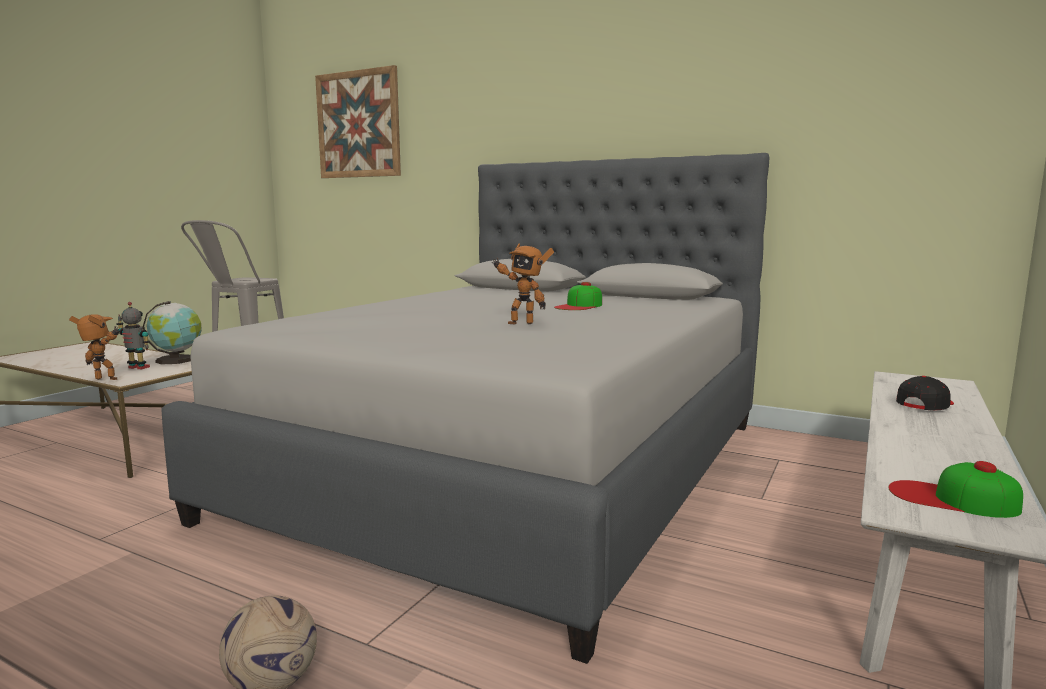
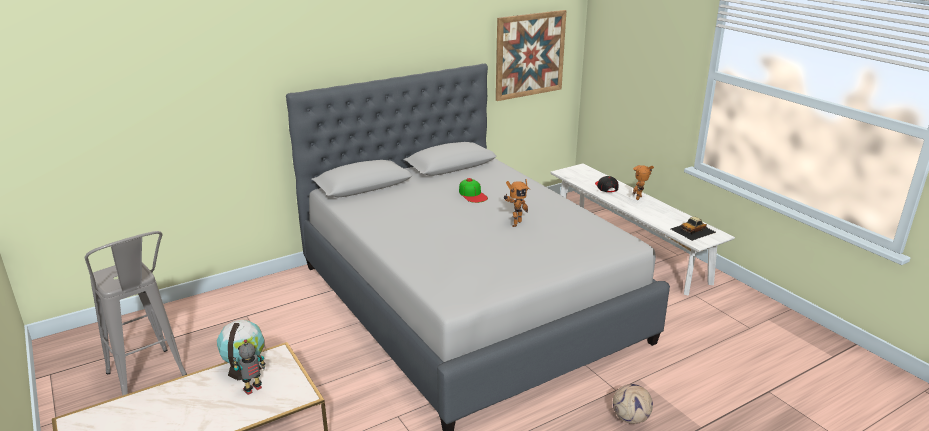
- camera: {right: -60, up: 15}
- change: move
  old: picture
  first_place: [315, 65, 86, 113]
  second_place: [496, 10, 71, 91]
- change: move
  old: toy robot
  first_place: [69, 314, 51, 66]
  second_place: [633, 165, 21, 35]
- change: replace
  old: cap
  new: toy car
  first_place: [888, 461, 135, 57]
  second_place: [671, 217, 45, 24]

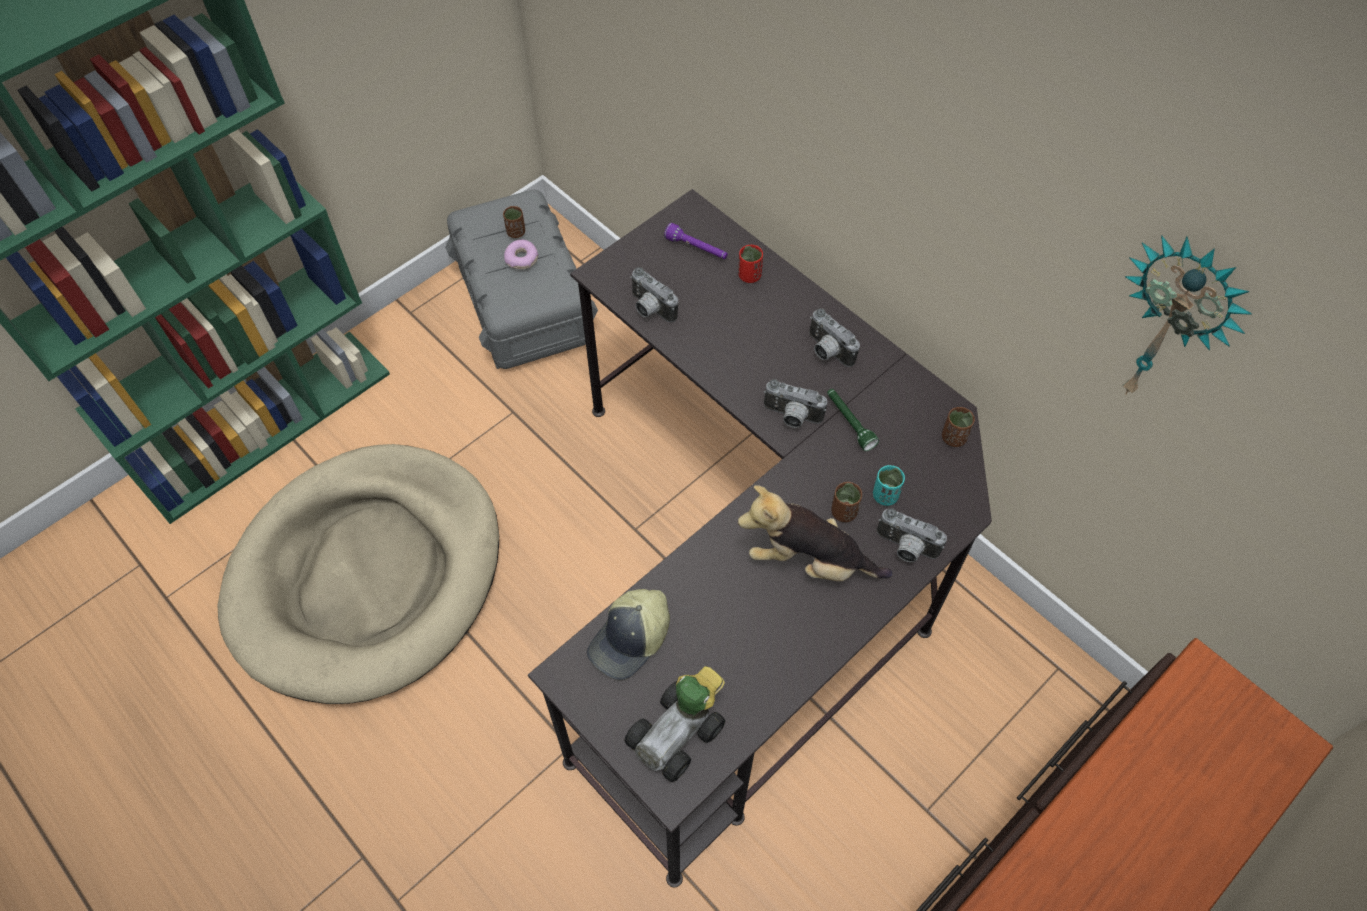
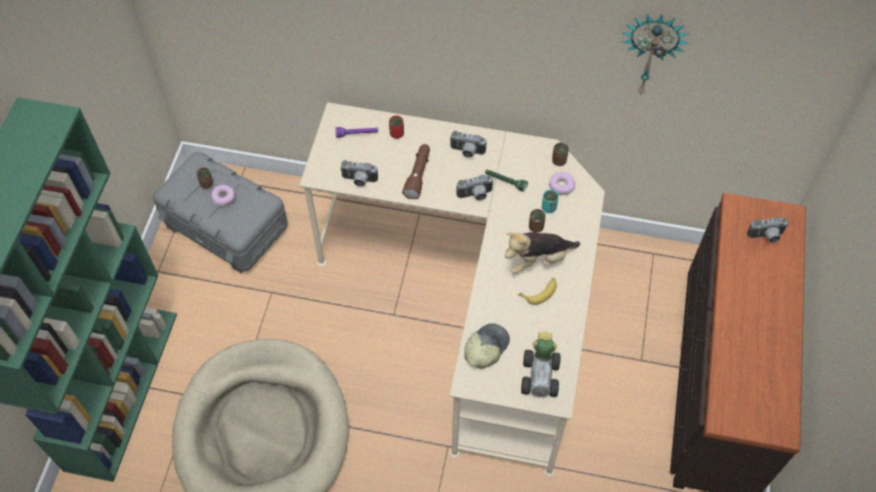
- camera: {right: -35, up: 0}
- change: recolor
  old: black desk
  new: beige desk
  first_place: [528, 189, 464, 698]
  second_place: [299, 102, 306, 375]
- change: move
  old: photo camera
  first_place: [877, 508, 70, 54]
  second_place: [747, 217, 41, 26]
- change: rotate
  old: cap
  first_place: [587, 589, 83, 91]
  second_place: [464, 323, 46, 46]
  degrees: -150
- change: insert
  new: brown flashlight
  second_place: [402, 144, 28, 55]
- change: insert
  new: donut
  second_place: [549, 172, 26, 23]
- change: insert
  new: banana
  second_place: [519, 278, 38, 27]

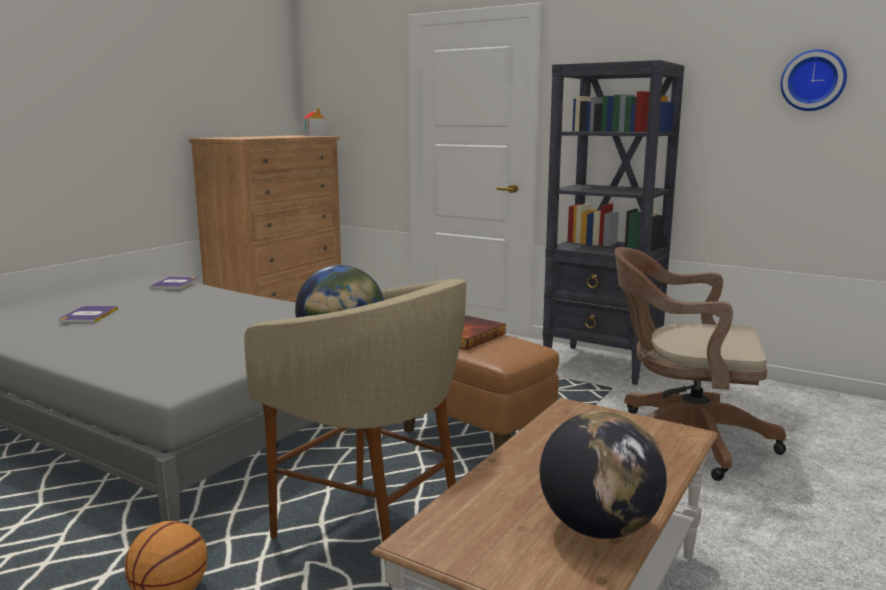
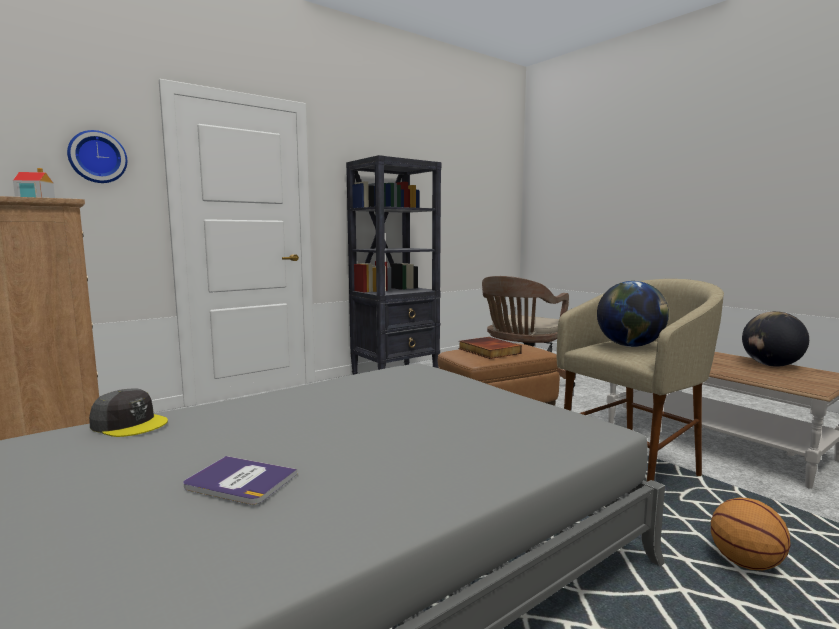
- camera: {right: -70, up: -5}
- change: move
  old: wall clock
  first_place: [781, 49, 66, 62]
  second_place: [67, 130, 60, 53]
- change: replace
  old: book
  new: grey cap
  first_place: [149, 276, 48, 13]
  second_place: [89, 388, 79, 49]

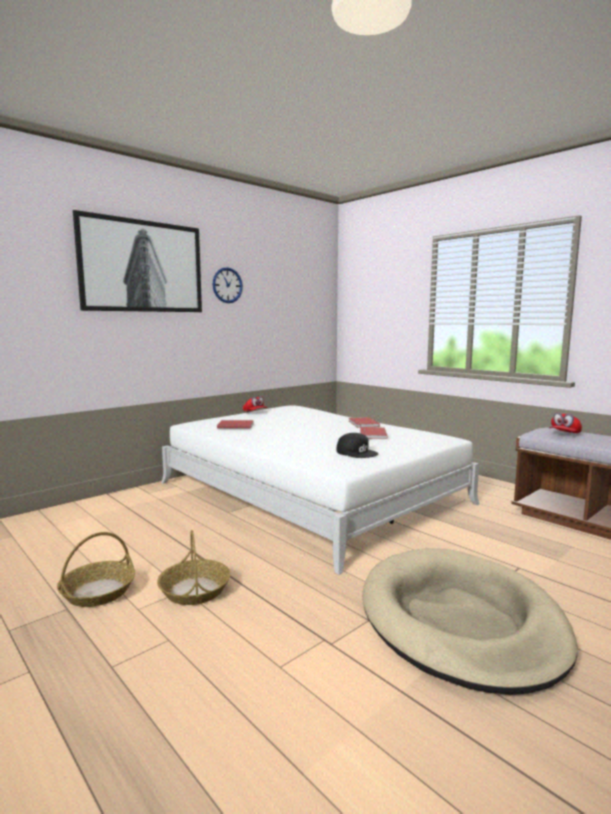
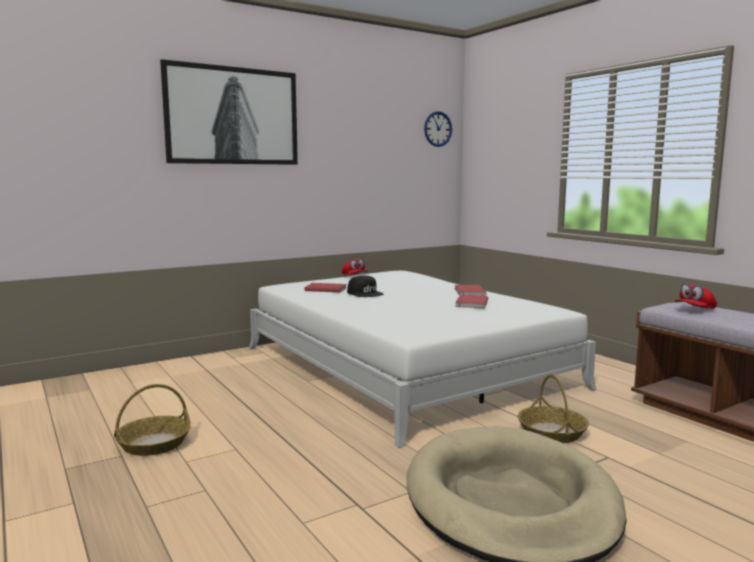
- camera: {right: 10, up: 0}
- change: move
  old: wall clock
  first_place: [212, 267, 31, 36]
  second_place: [424, 111, 28, 36]
- change: move
  old: black cap
  first_place: [336, 433, 43, 25]
  second_place: [347, 275, 36, 22]
- change: move
  old: basket
  first_place: [157, 530, 74, 75]
  second_place: [517, 374, 72, 69]

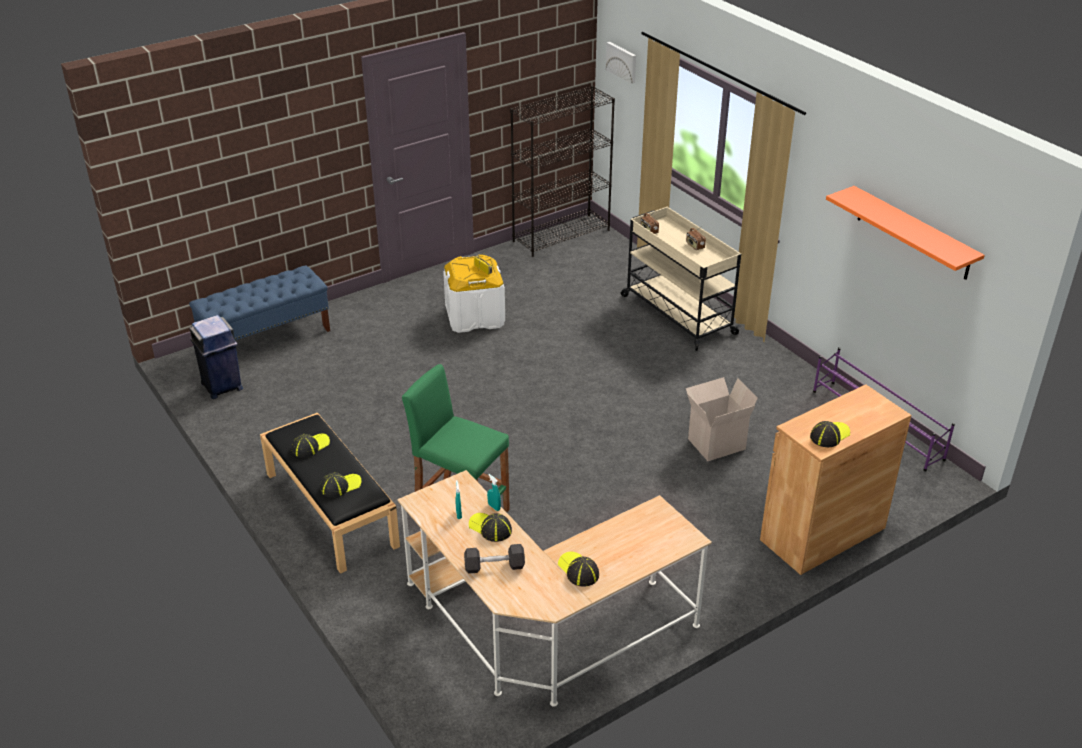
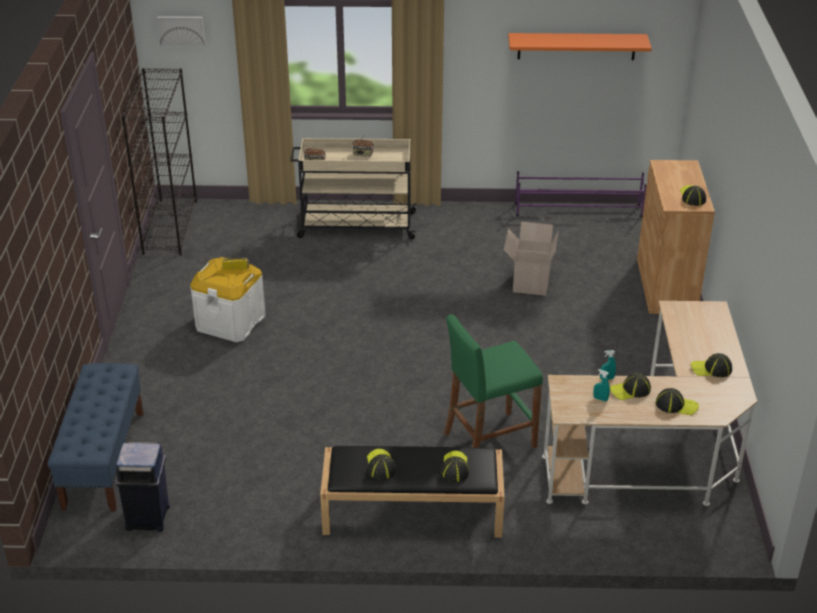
- camera: {right: -55, up: 0}
- change: replace
  old: grey dumbbell
  new: cap
  first_place: [464, 544, 61, 30]
  second_place: [656, 388, 43, 27]

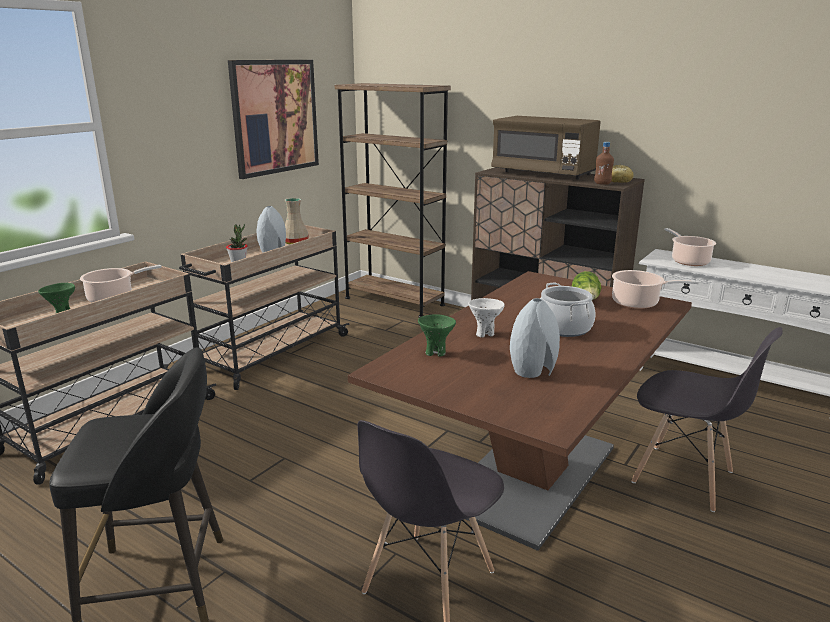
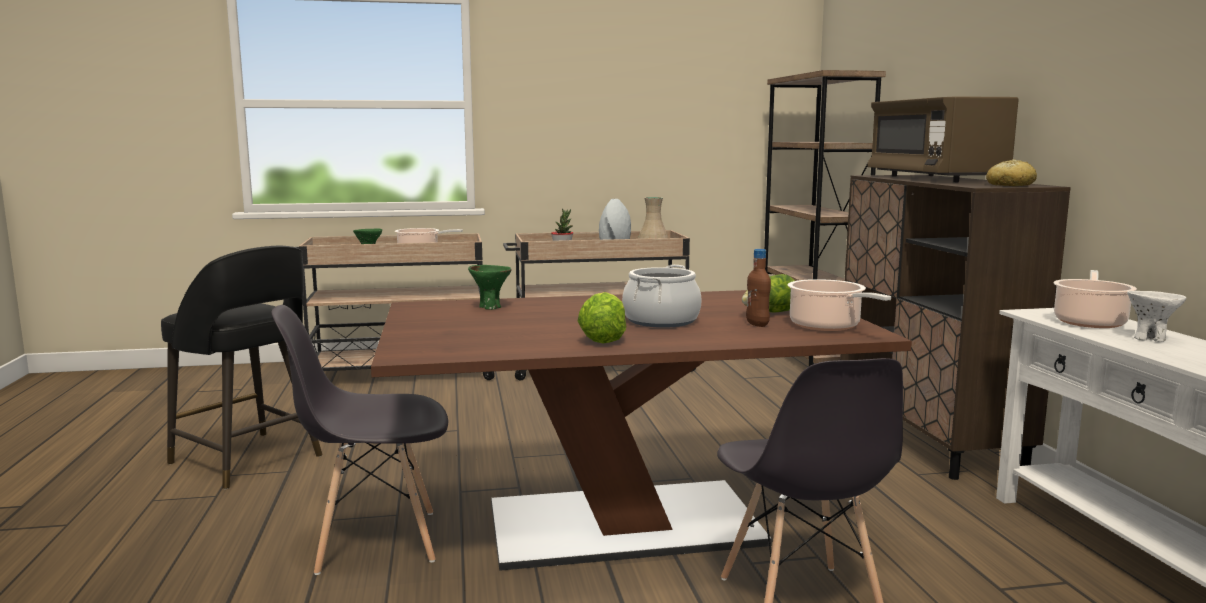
- camera: {right: 45, up: -10}
- change: delete
  old: picture
  first_place: [228, 60, 91, 119]
- change: move
  old: brown bottle
  first_place: [594, 142, 20, 43]
  second_place: [746, 249, 25, 78]
- change: move
  old: white bowl
  first_place: [468, 298, 36, 39]
  second_place: [1127, 291, 59, 51]
- change: delete
  old: grey vase
  first_place: [510, 298, 50, 80]
- change: insert
  new: lettuce
  second_place: [578, 292, 48, 51]

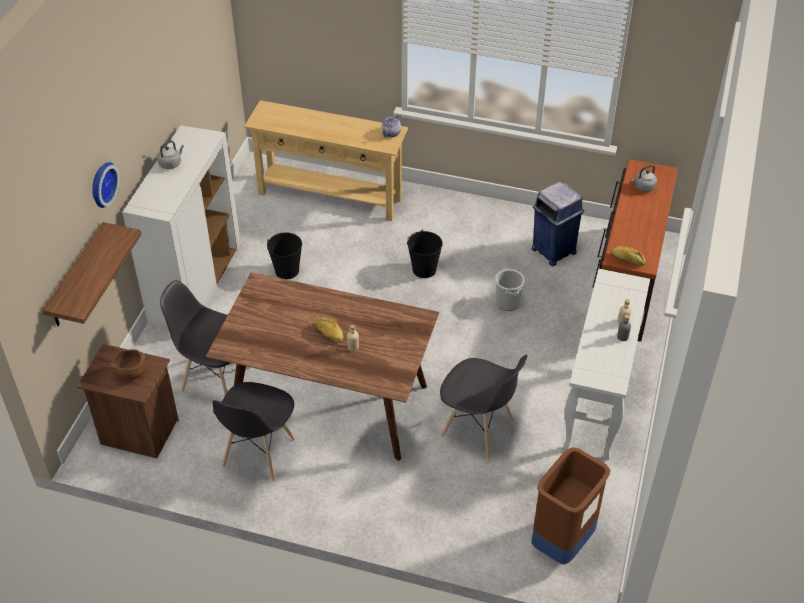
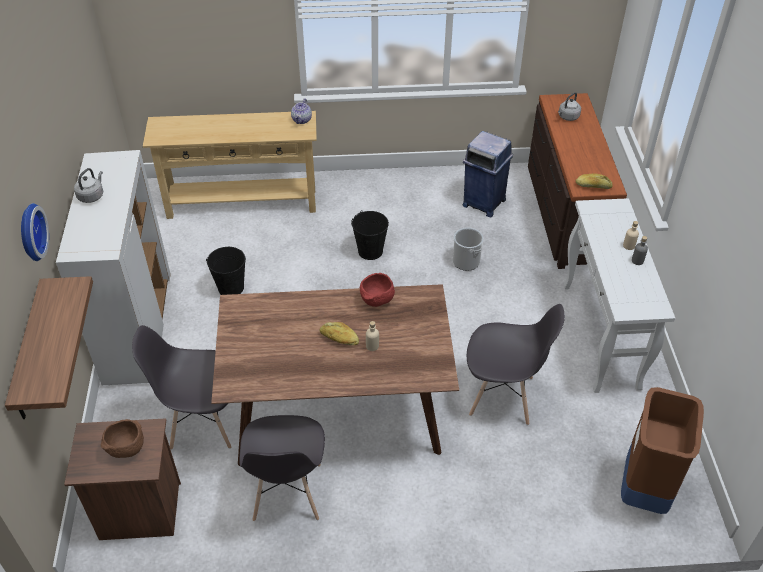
- camera: {right: -20, up: 0}
- change: insert
  new: red bowl
  second_place: [360, 273, 35, 34]

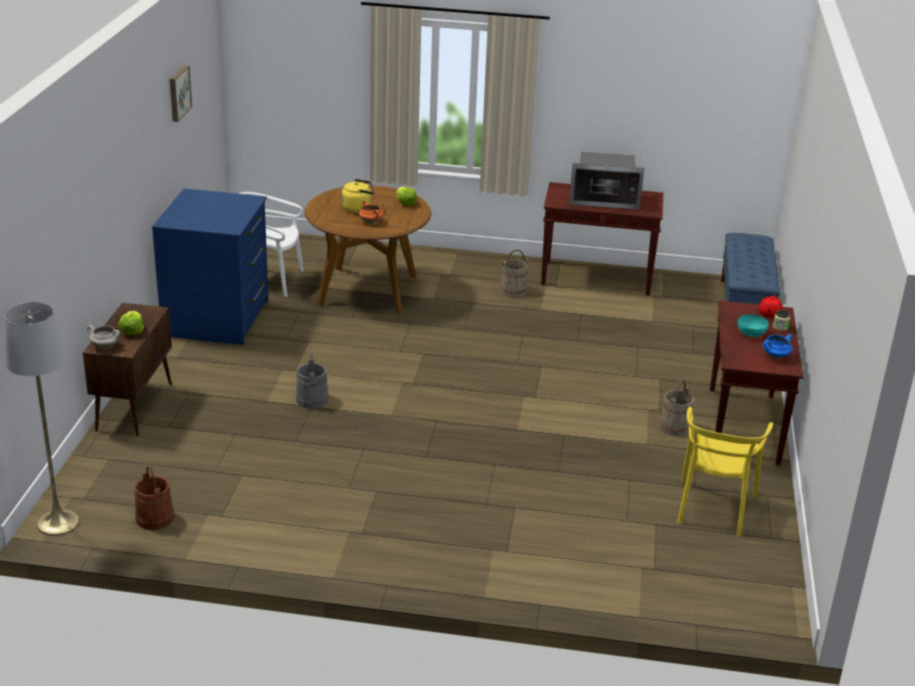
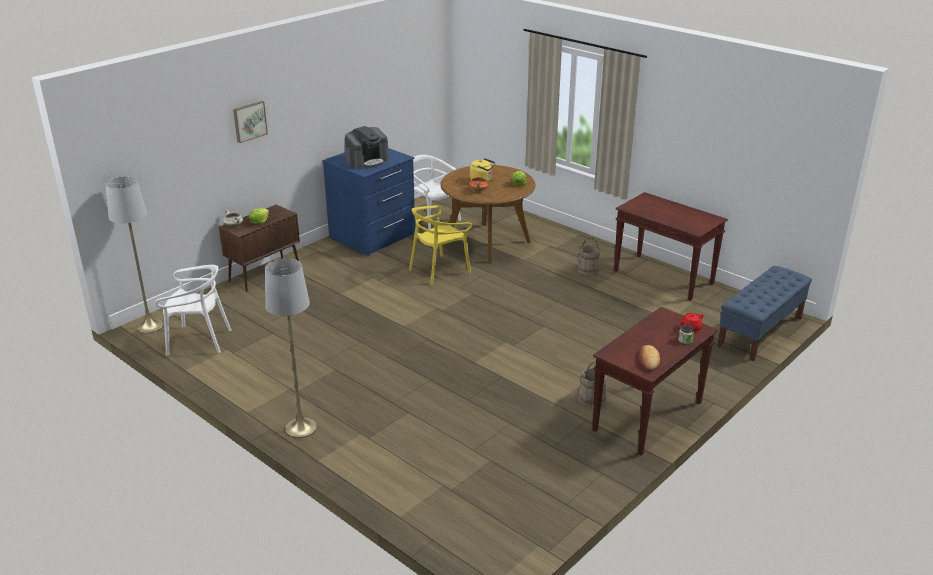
- camera: {right: 35, up: 0}
- change: move
  old: picture
  first_place: [170, 65, 22, 57]
  second_place: [233, 101, 35, 42]
- change: delete
  old: microwave
  first_place: [569, 152, 75, 58]
- change: delete
  old: turquoise bowl
  first_place: [738, 314, 31, 23]
- change: replace
  old: blue cooking pot
  new: bread
  first_place: [763, 334, 29, 25]
  second_place: [640, 345, 20, 25]
- change: delete
  old: grey bucket
  first_place: [296, 353, 33, 56]
- change: move
  old: yellow chair
  first_place: [677, 407, 96, 129]
  second_place: [409, 206, 63, 79]
- change: replace
  old: brown bucket
  new: white chair
  first_place: [135, 466, 39, 64]
  second_place: [155, 265, 76, 90]
- change: insert
  new: coffee machine
  second_place: [345, 126, 44, 43]
- change: insert
  new: grey floor lamp
  second_place: [265, 258, 52, 180]

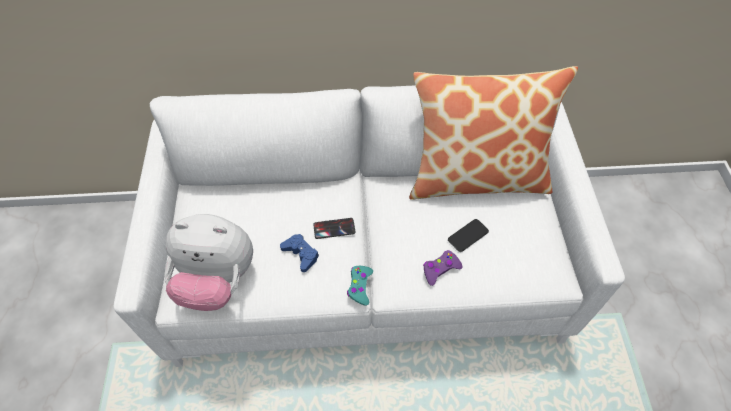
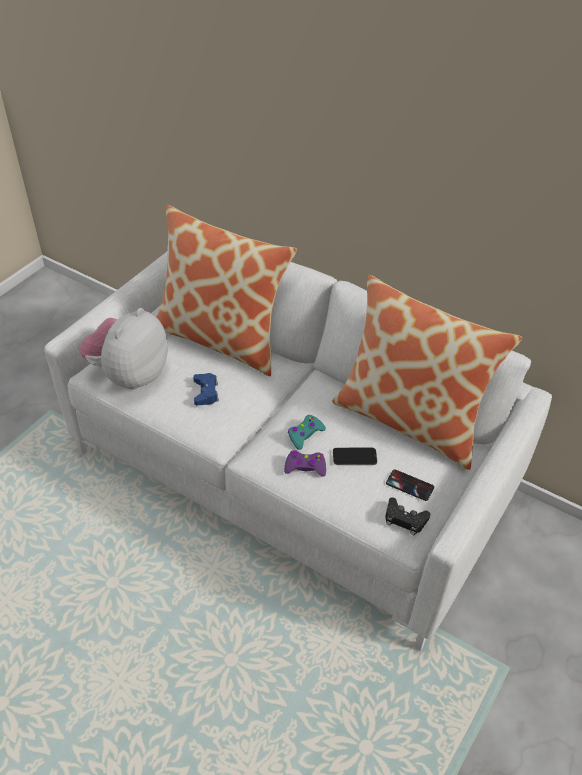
- camera: {right: 35, up: -10}
- change: rotate
  old: plush toy
  first_place: [164, 214, 89, 97]
  second_place: [80, 308, 88, 81]
  degrees: 75
- change: move
  old: phone
  first_place: [313, 218, 42, 21]
  second_place: [386, 469, 48, 32]
- change: move
  old: turquoise game controller
  first_place: [347, 266, 26, 40]
  second_place: [288, 415, 38, 35]
- change: insert
  new: pillow
  second_place: [156, 205, 141, 171]
- change: insert
  new: black game controller
  second_place: [385, 497, 45, 38]

